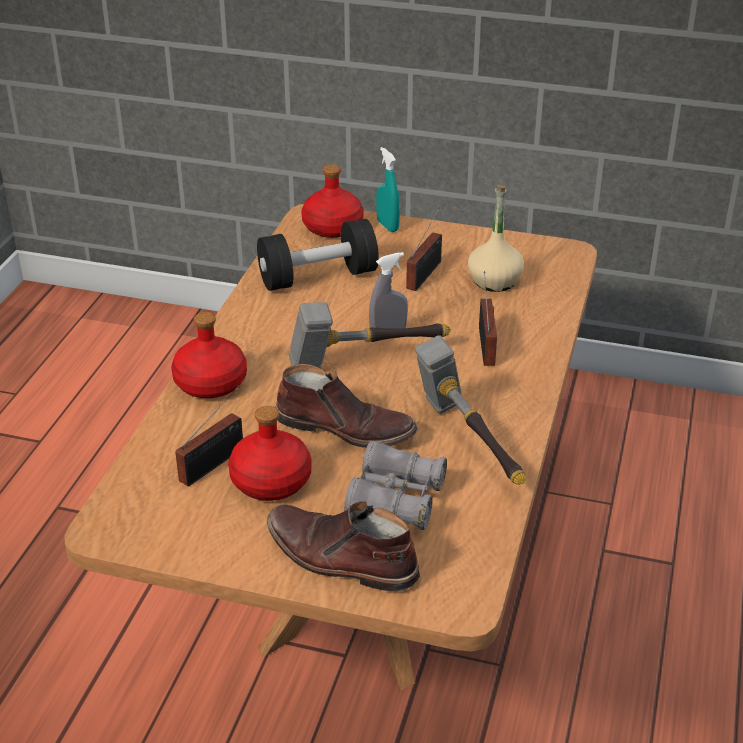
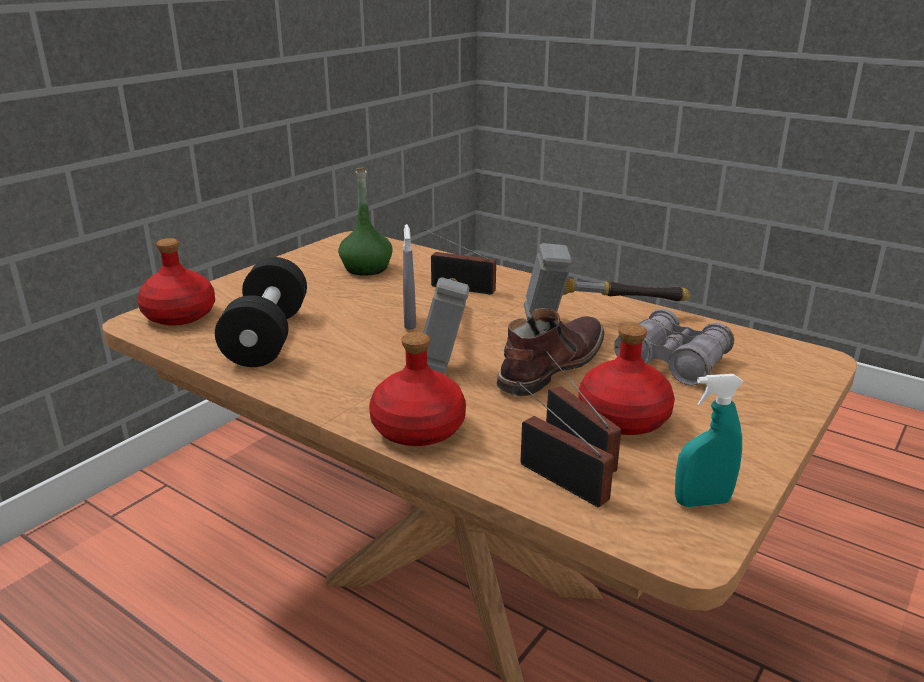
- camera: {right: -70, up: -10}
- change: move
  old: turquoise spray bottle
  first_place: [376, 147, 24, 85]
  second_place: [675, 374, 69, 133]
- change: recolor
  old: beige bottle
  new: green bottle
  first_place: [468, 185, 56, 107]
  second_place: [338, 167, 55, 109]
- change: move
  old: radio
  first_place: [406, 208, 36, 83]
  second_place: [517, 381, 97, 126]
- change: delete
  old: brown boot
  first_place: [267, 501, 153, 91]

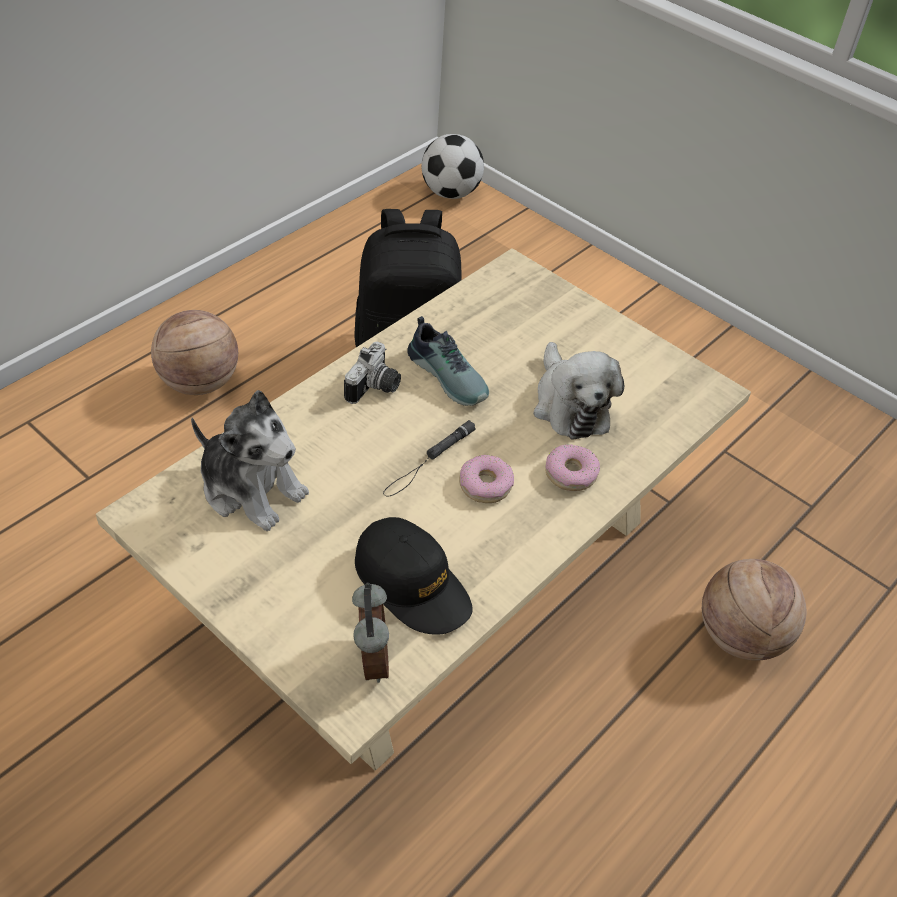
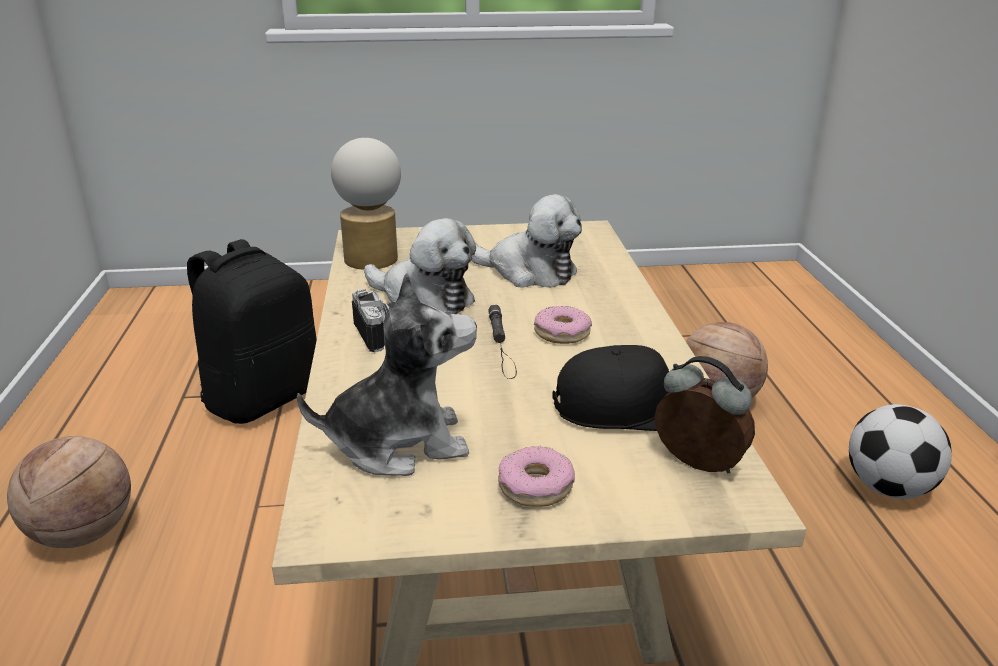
- camera: {right: -45, up: -20}
- change: move
  old: football
  first_place: [421, 134, 63, 65]
  second_place: [849, 404, 103, 95]
- change: replace
  old: shoe
  new: plush toy
  first_place: [407, 316, 82, 90]
  second_place: [364, 218, 112, 96]
- change: move
  old: donut
  first_place: [545, 444, 55, 47]
  second_place: [498, 446, 77, 61]
- change: insert
  new: table lamp
  second_place: [331, 138, 70, 132]

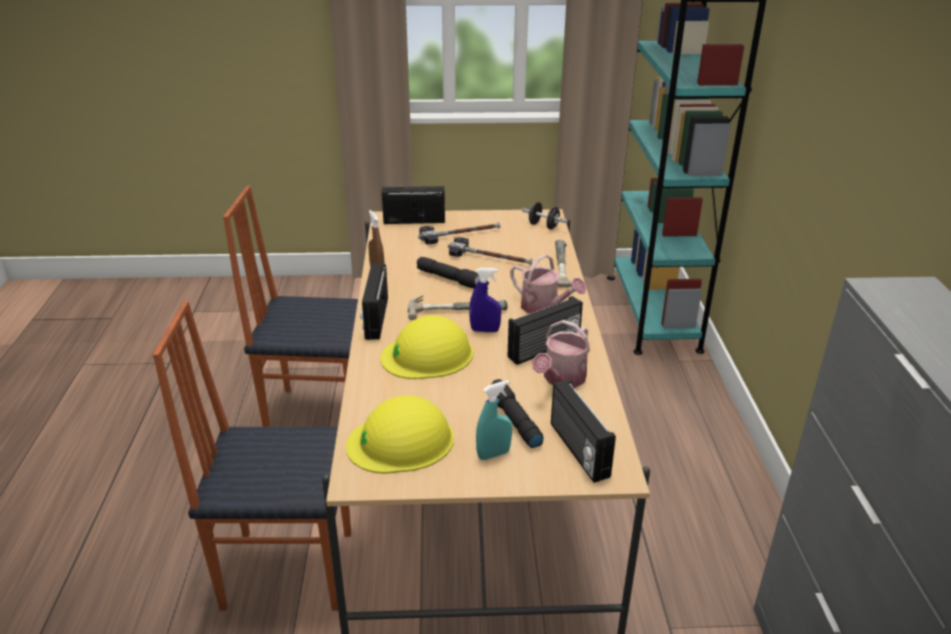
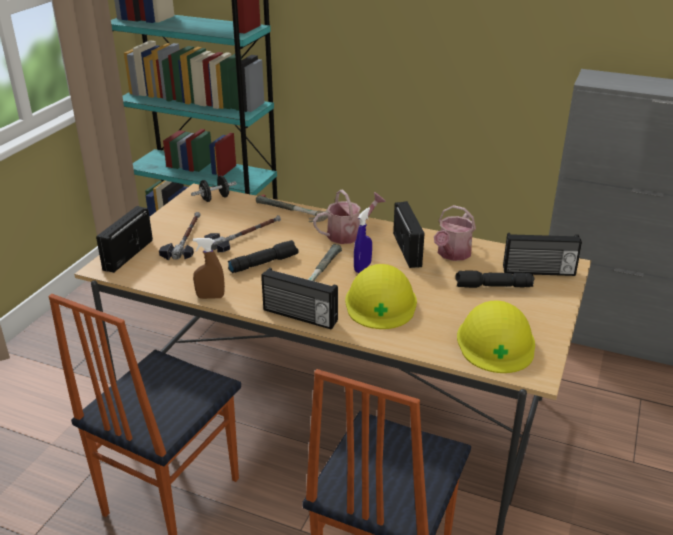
- camera: {right: -65, up: 0}
- change: rotate
  old: watering can
  first_place: [533, 320, 57, 68]
  second_place: [434, 205, 42, 56]
  degrees: 60
- change: delete
  old: turquoise spray bottle
  first_place: [476, 380, 36, 80]

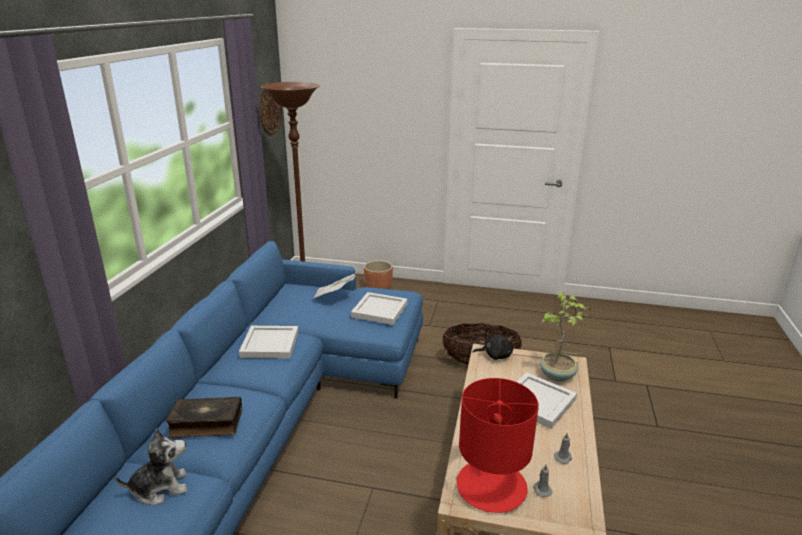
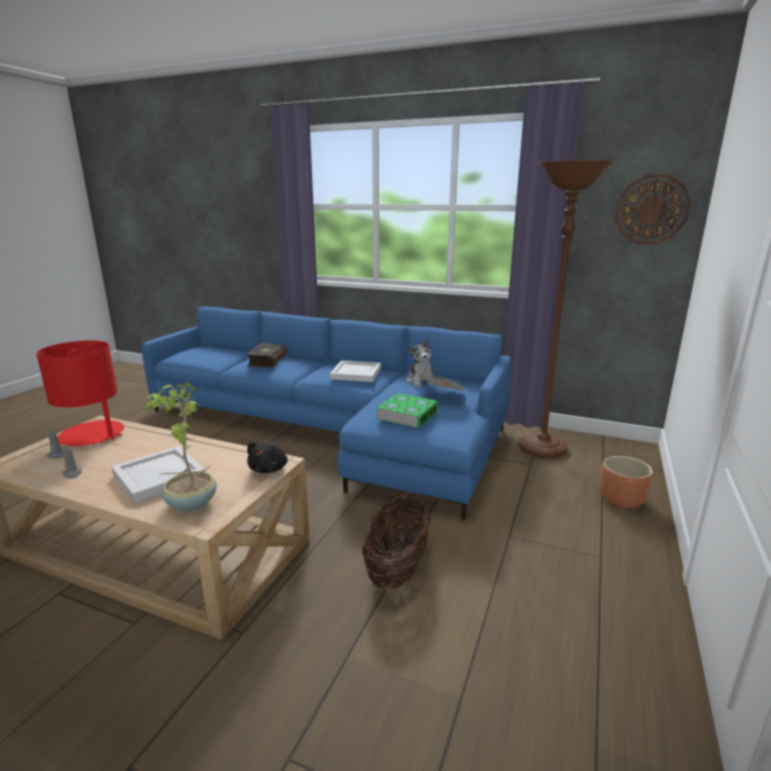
- camera: {right: 100, up: -5}
- change: replace
  old: white tray
  new: book
  first_place: [351, 292, 57, 33]
  second_place: [376, 393, 62, 35]
- change: move
  old: plush toy
  first_place: [115, 429, 72, 76]
  second_place: [407, 339, 28, 48]

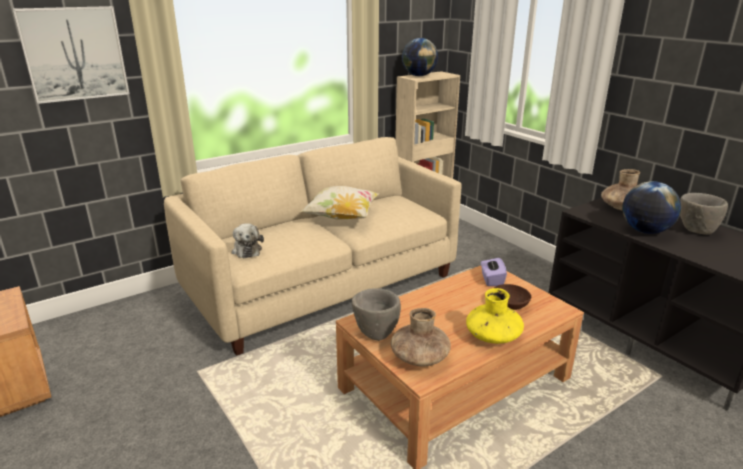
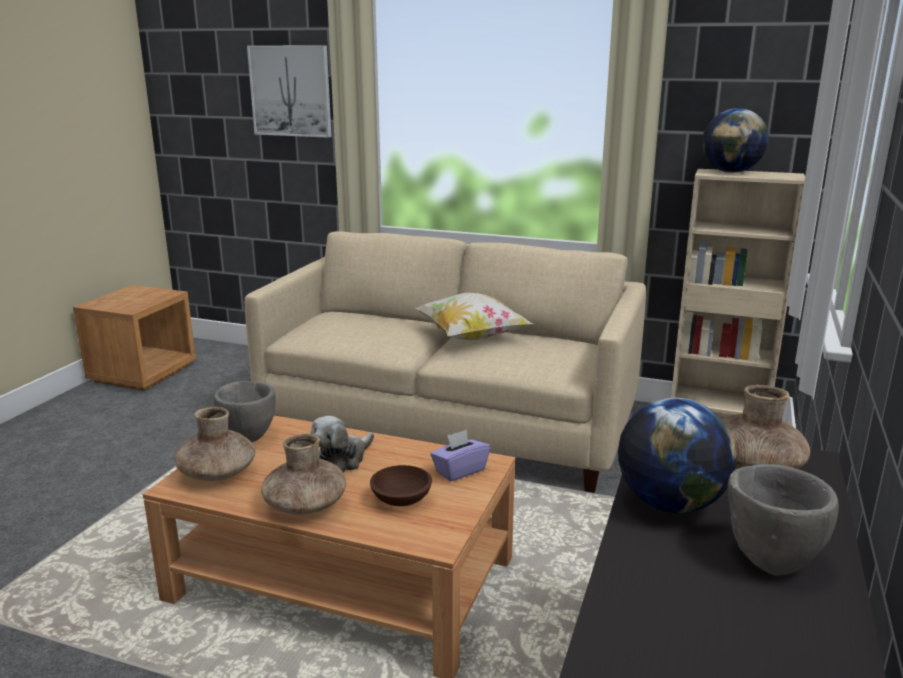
- camera: {right: 55, up: -5}
- change: move
  old: plush toy
  first_place: [232, 223, 32, 35]
  second_place: [311, 416, 63, 56]
- change: recolor
  old: yellow vase
  new: brown vase
  first_place: [466, 288, 58, 56]
  second_place: [261, 434, 85, 81]

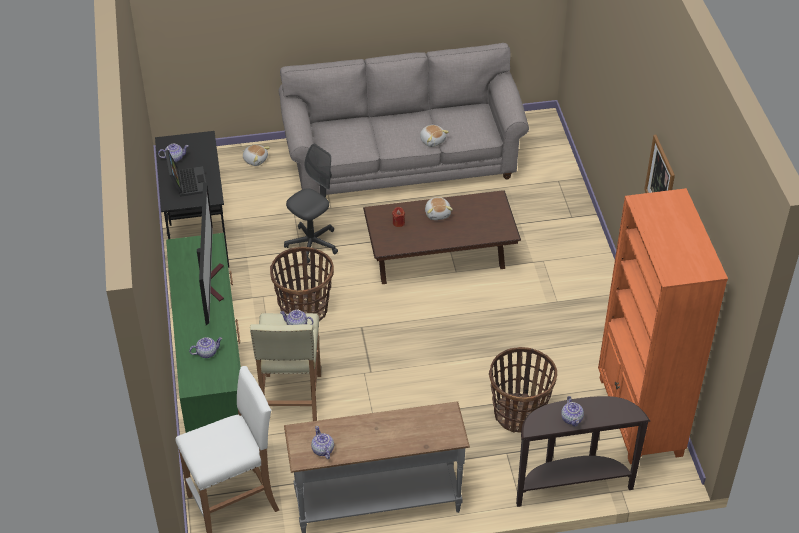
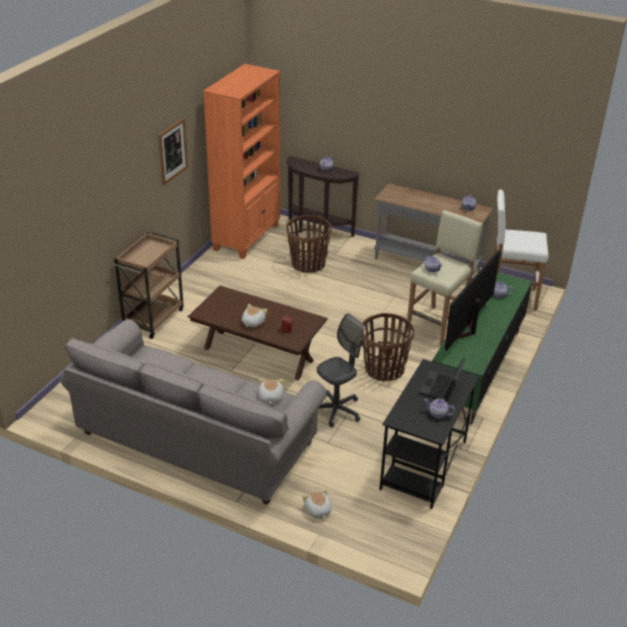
- camera: {right: -145, up: -10}
- change: move
  old: plush toy
  first_place: [420, 125, 29, 22]
  second_place: [259, 378, 25, 26]
- change: rotate
  old: grey office chair
  first_place: [284, 144, 54, 119]
  second_place: [317, 313, 47, 115]
  degrees: 150
- change: insert
  new: brown cart
  second_place: [113, 232, 71, 107]

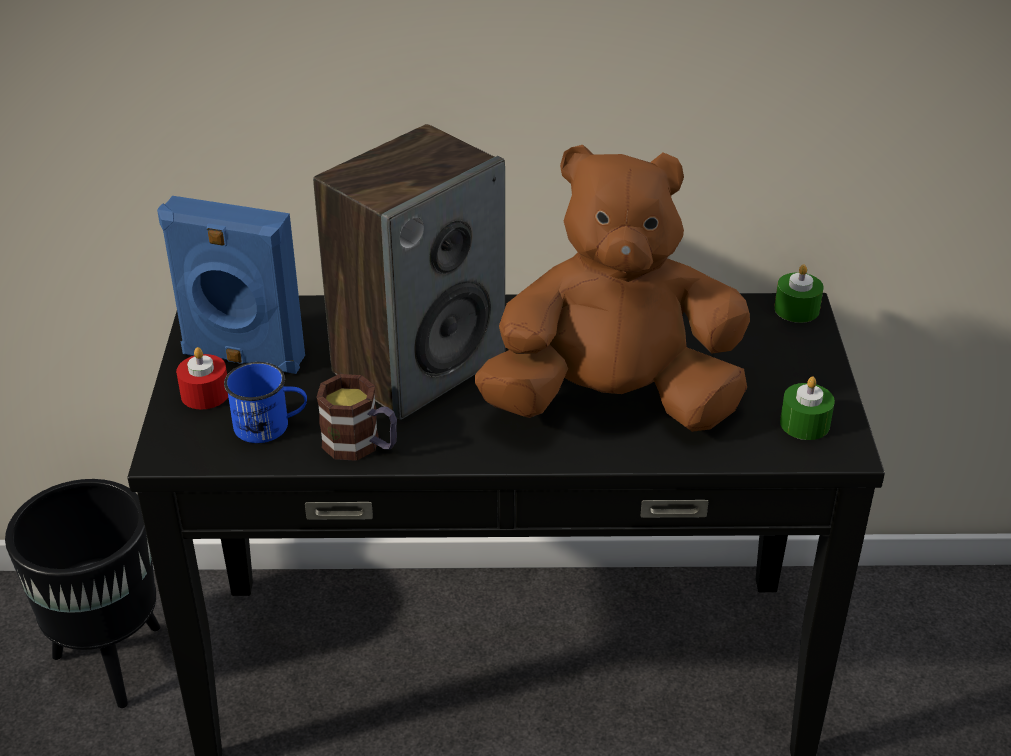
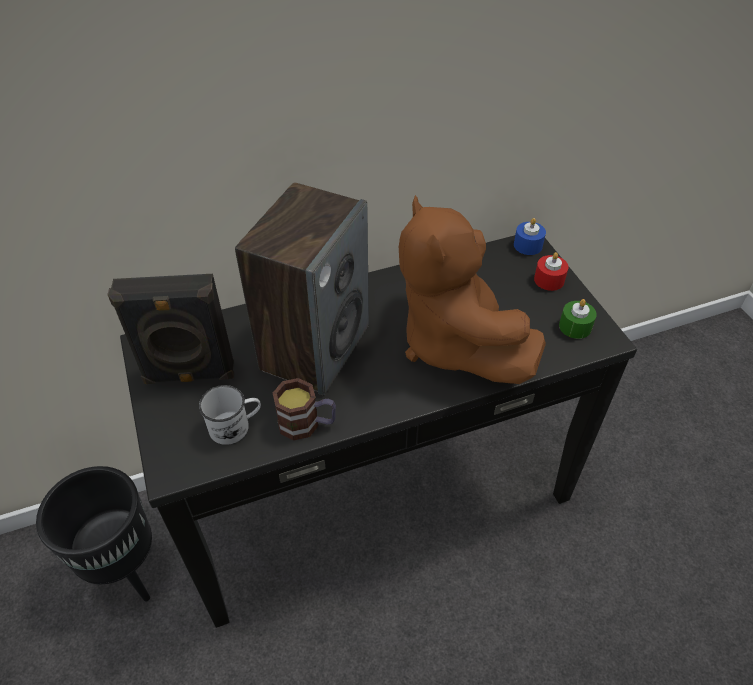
- camera: {right: -20, up: 10}
- change: rotate
  old: brown plush toy
  first_place: [475, 145, 275, 287]
  second_place: [399, 195, 147, 189]
  degrees: -90
- change: recolor
  old: blue speaker
  new: black speaker
  first_place: [157, 196, 148, 178]
  second_place: [107, 274, 127, 110]
- change: recolor
  old: green candle
  new: blue candle
  first_place: [774, 264, 50, 59]
  second_place: [514, 218, 32, 37]
- change: move
  old: red candle
  first_place: [176, 347, 52, 62]
  second_place: [534, 252, 35, 39]
- change: recolor
  old: blue mug
  new: white mug
  first_place: [224, 362, 83, 81]
  second_place: [199, 385, 62, 60]

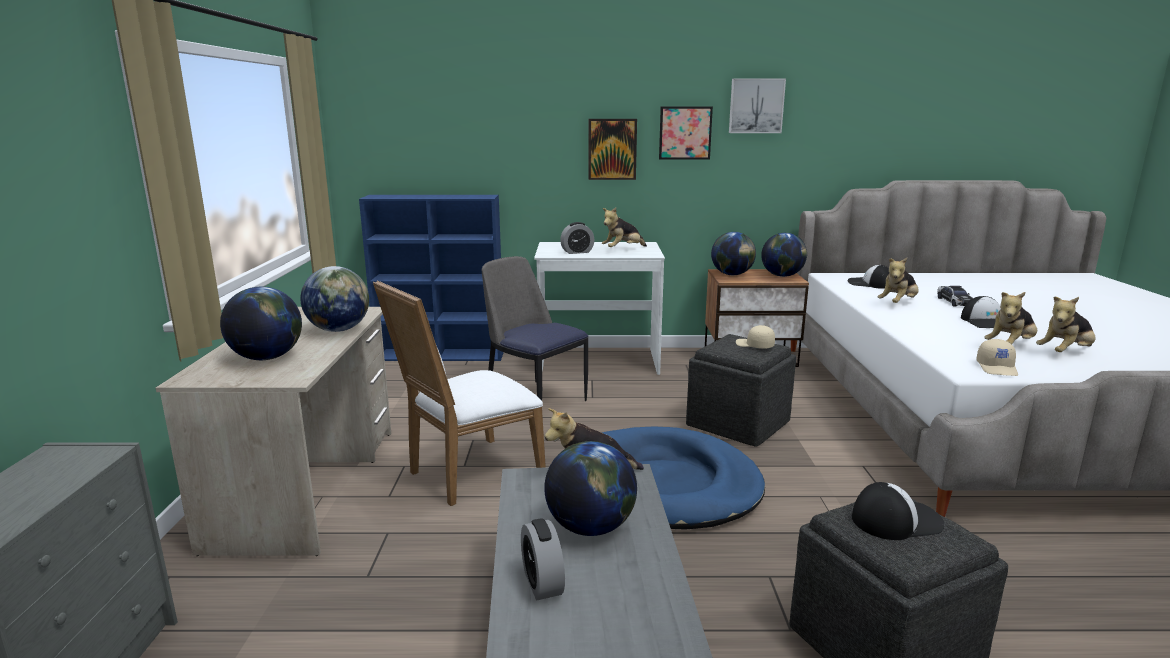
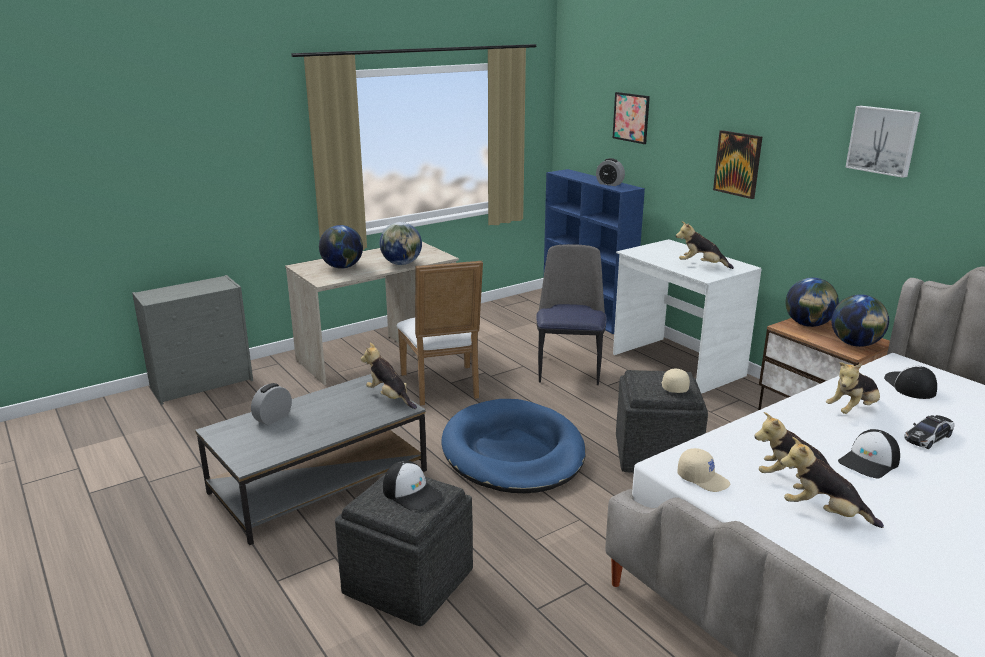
- camera: {right: 55, up: 5}
- change: move
  old: picture
  first_place: [659, 107, 54, 53]
  second_place: [613, 92, 37, 52]
- change: move
  old: alarm clock
  first_place: [560, 222, 34, 32]
  second_place: [596, 158, 29, 28]
- change: rotate
  old: plush toy
  first_place: [878, 258, 41, 45]
  second_place: [826, 362, 54, 52]
  degrees: -45
- change: rotate
  old: white chair
  first_place: [373, 280, 173, 226]
  second_place: [397, 261, 86, 144]
  degrees: -120
- change: rotate
  old: beige cap
  first_place: [976, 339, 42, 37]
  second_place: [678, 448, 52, 44]
  degrees: -120
- change: delete
  old: globe
  first_place: [544, 441, 93, 95]

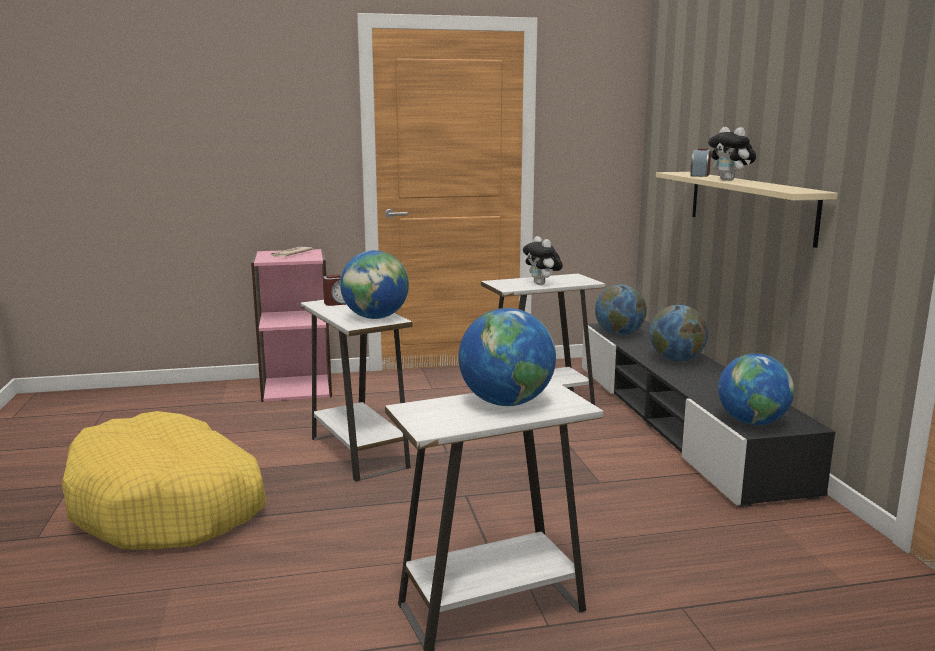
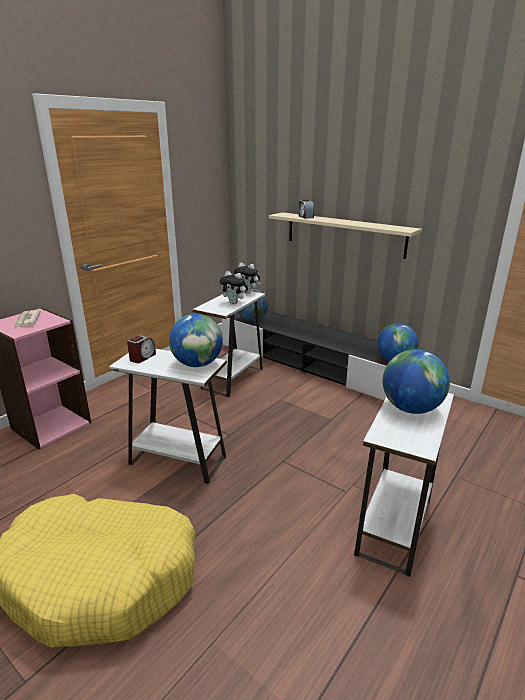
- camera: {right: -40, up: 10}
- change: move
  old: plush toy
  first_place: [708, 127, 48, 54]
  second_place: [234, 263, 27, 31]
- change: delete
  old: globe
  first_place: [650, 305, 58, 56]

